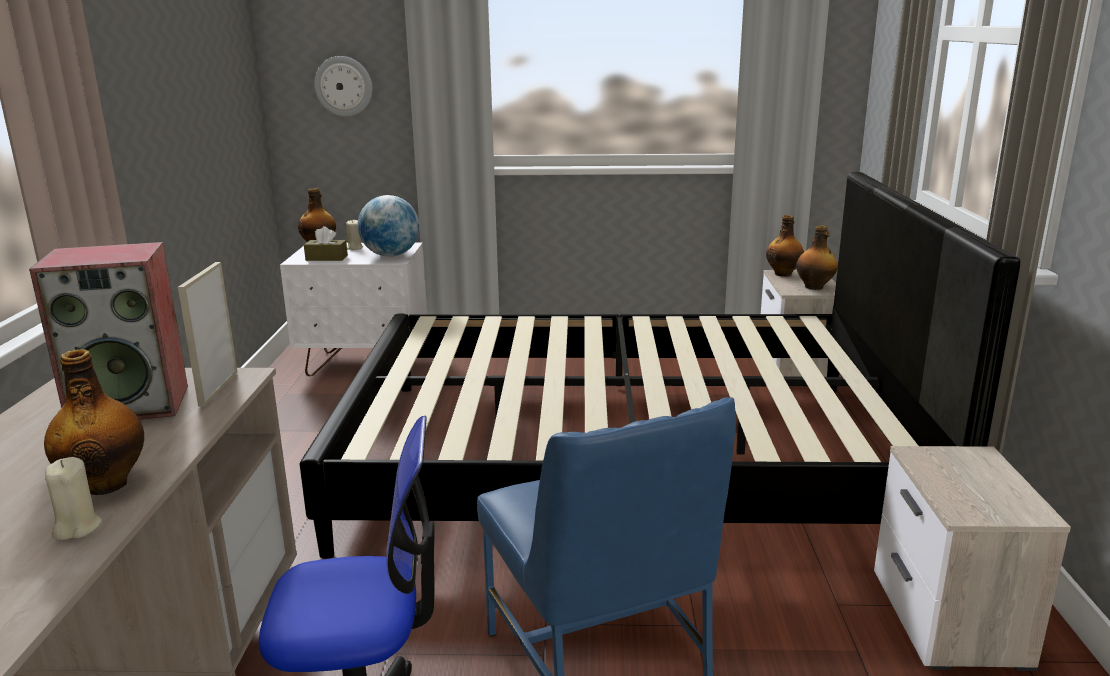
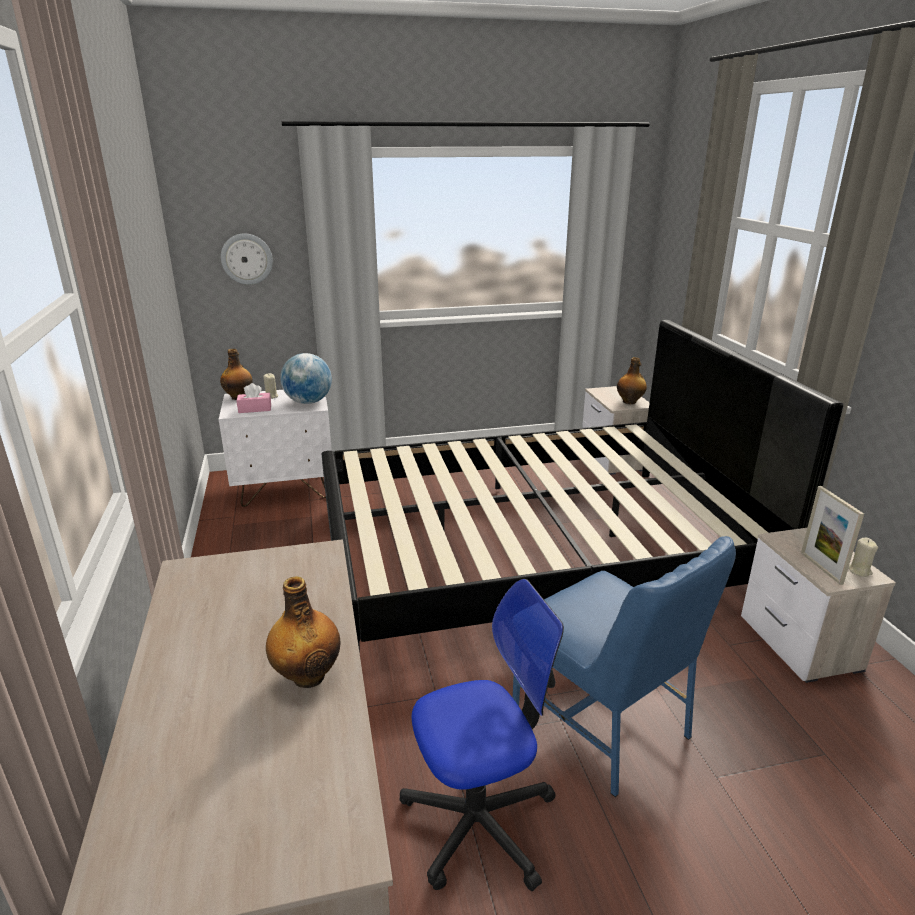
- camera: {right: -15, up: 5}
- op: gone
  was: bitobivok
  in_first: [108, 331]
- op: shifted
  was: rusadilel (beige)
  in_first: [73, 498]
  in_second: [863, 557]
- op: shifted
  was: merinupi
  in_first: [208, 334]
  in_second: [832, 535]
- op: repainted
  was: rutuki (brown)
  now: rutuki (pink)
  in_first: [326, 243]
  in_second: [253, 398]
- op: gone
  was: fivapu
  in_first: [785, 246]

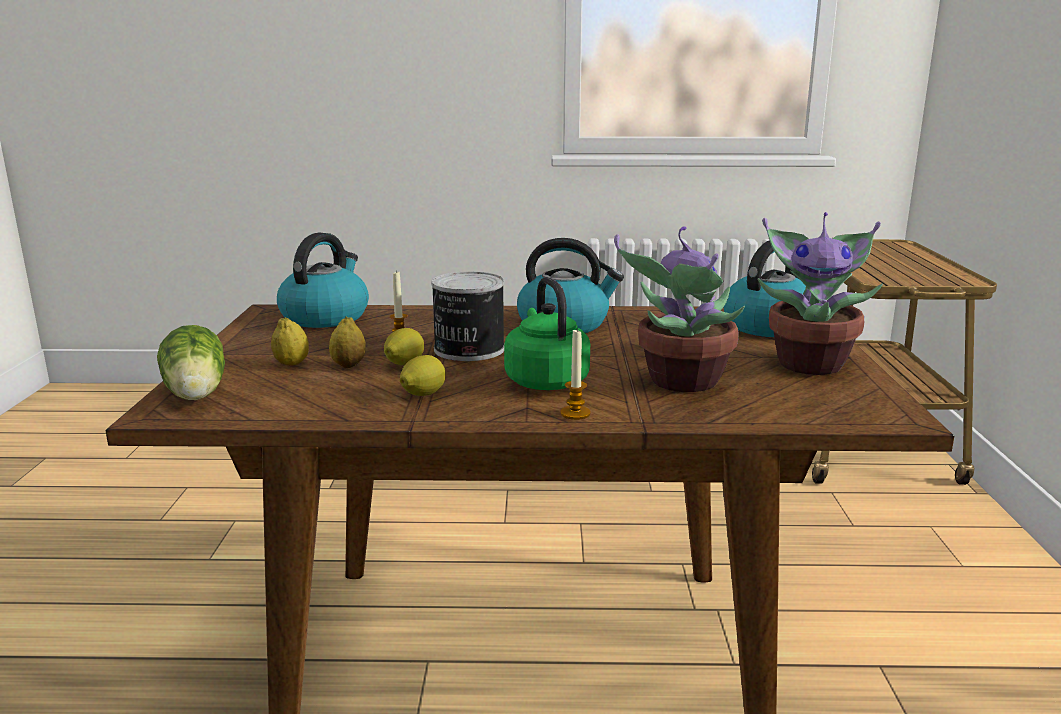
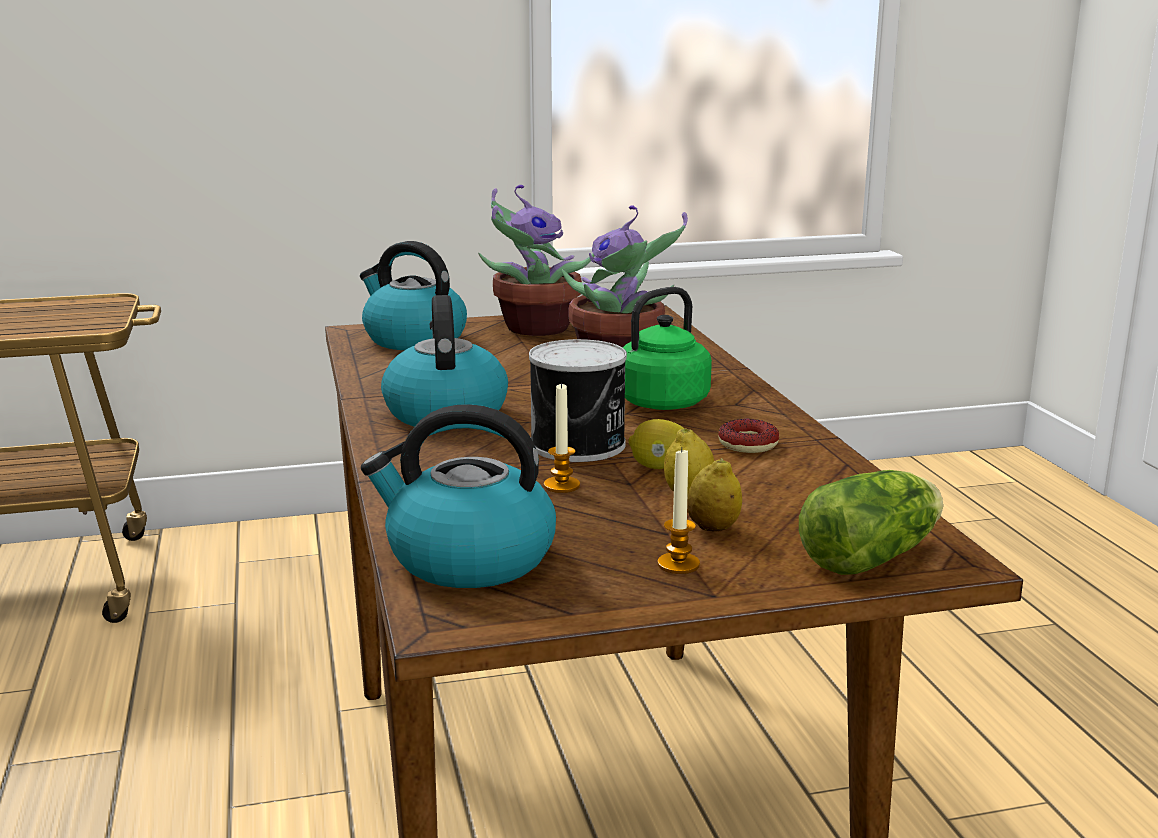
- camera: {right: -105, up: 0}
- op: swapped
  was: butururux
  now: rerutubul
  in_first: [422, 375]
  in_second: [748, 436]
- op: shifted
  was: rusadilel
  in_first: [575, 375]
  in_second: [679, 511]

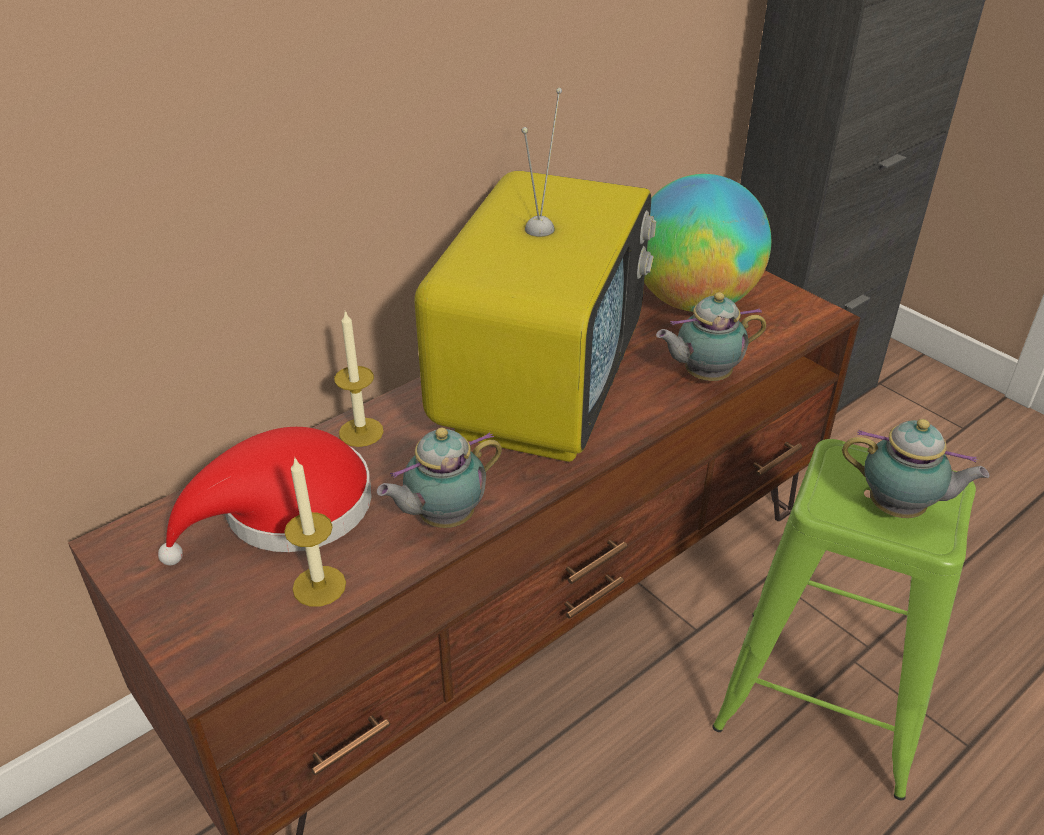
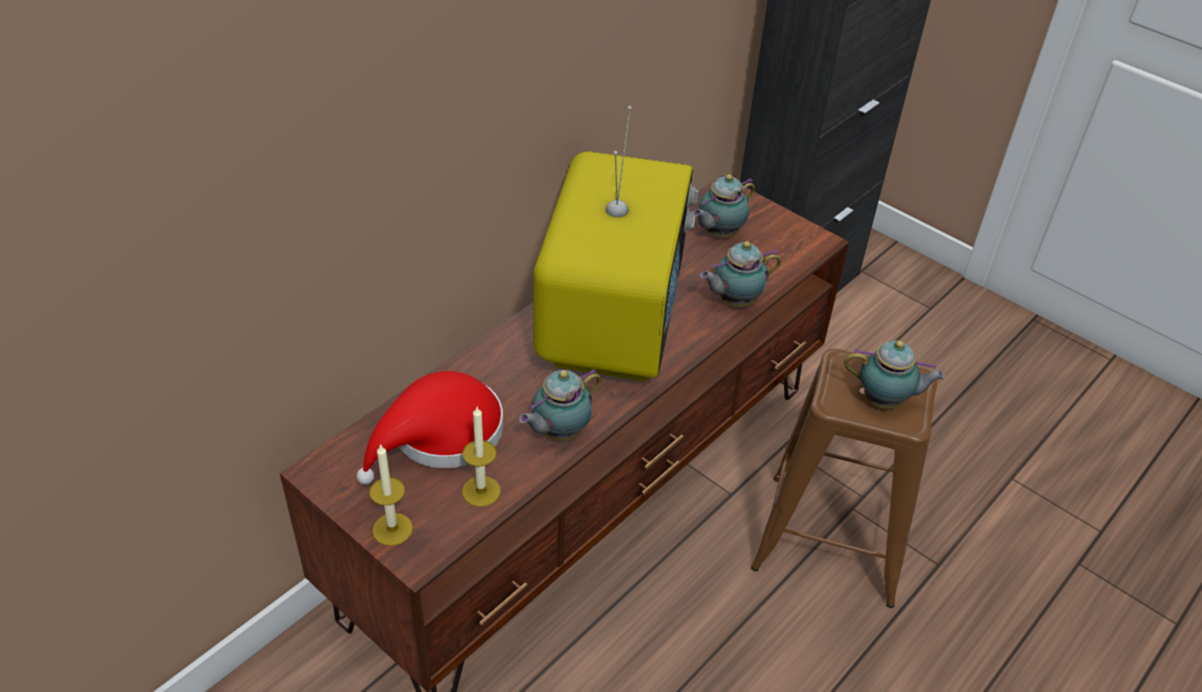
- camera: {right: -10, up: 5}
- op: shifted
  was: rusadilel
  in_first: [359, 379]
  in_second: [391, 495]
- op: swapped
  was: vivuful
  now: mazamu
  in_first: [707, 243]
  in_second: [724, 205]
- op: repainted
  was: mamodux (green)
  now: mamodux (brown)
  in_first: [844, 619]
  in_second: [844, 478]

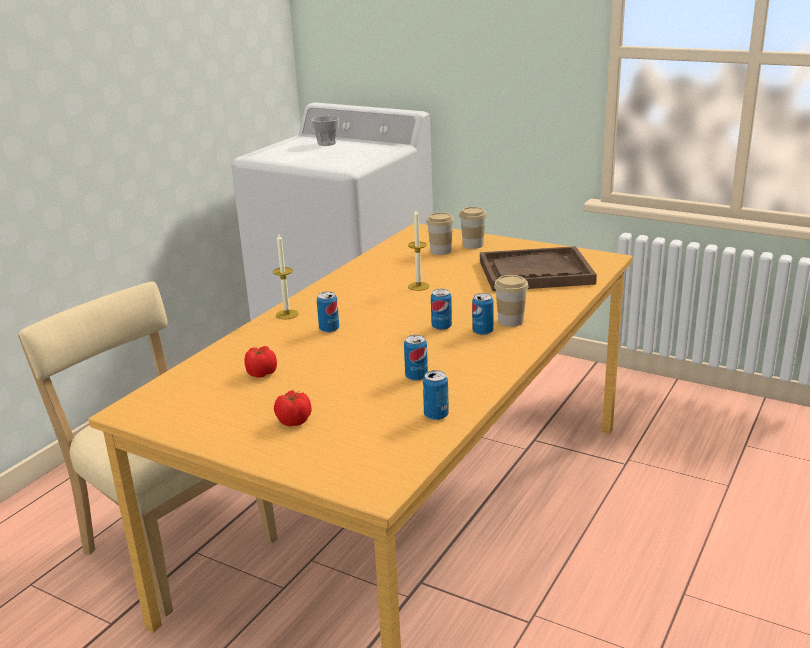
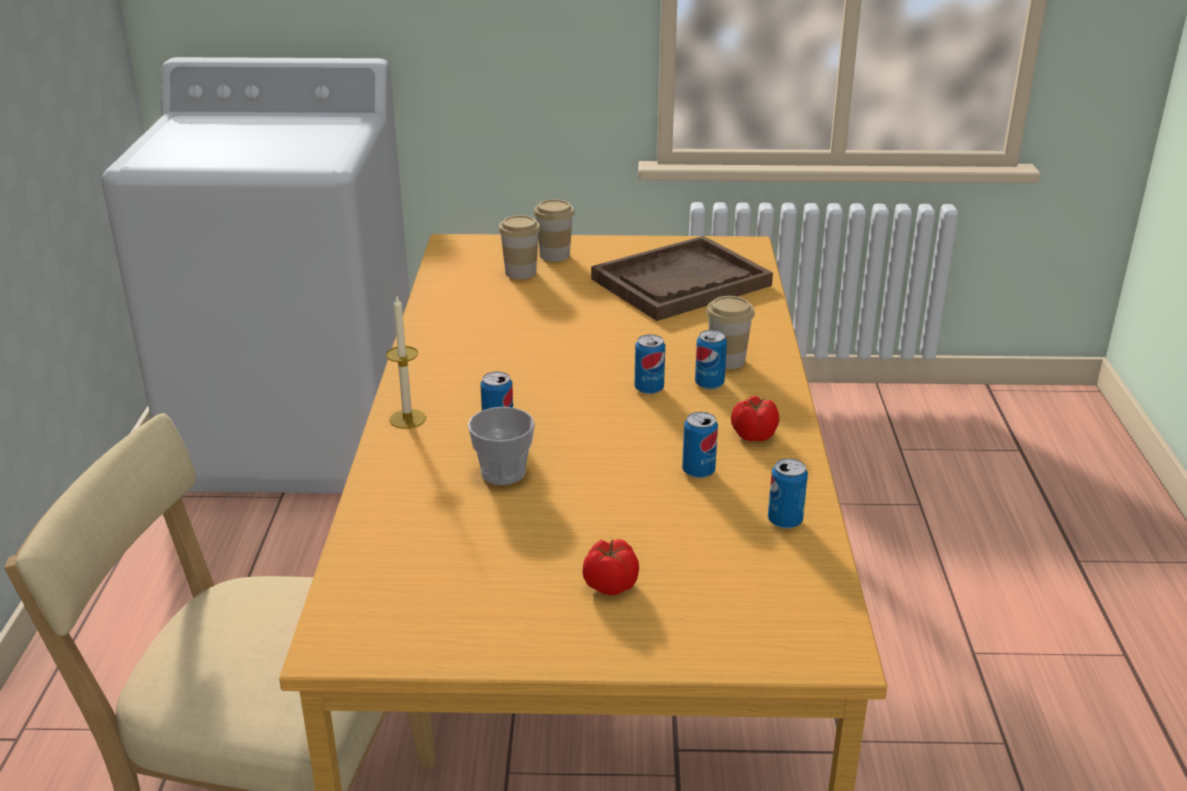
- camera: {right: -30, up: 5}
- op: shifted
  was: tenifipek
  in_first: [261, 362]
  in_second: [755, 418]
- op: shifted
  was: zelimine
  in_first: [325, 131]
  in_second: [501, 446]
- op: gone
  was: rusadilel
  in_first: [419, 250]

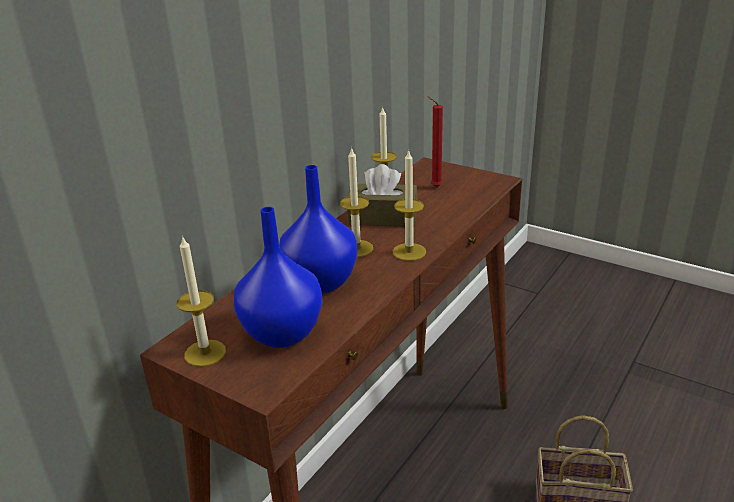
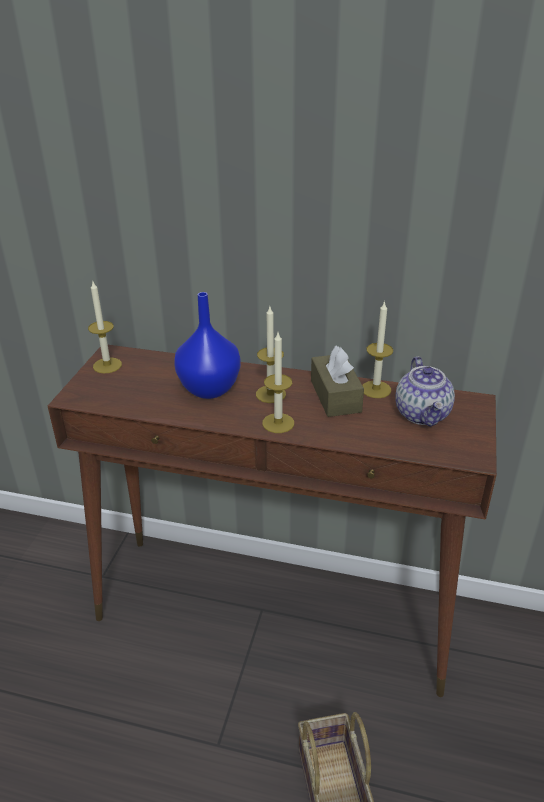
- camera: {right: 70, up: 5}
- op: gone
  was: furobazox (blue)
  in_first: [278, 277]
- op: swapped
  was: rusadilel (red)
  now: mazamu
  in_first: [435, 141]
  in_second: [425, 392]

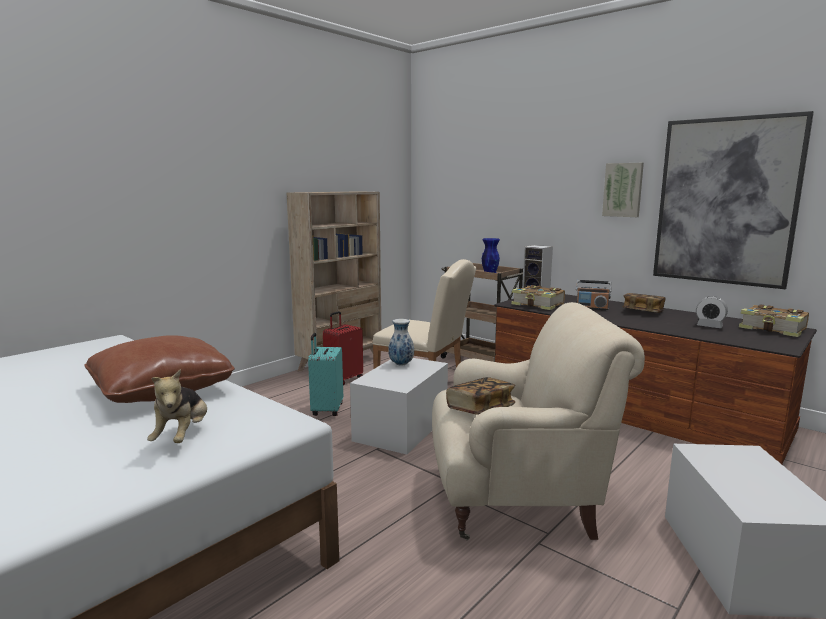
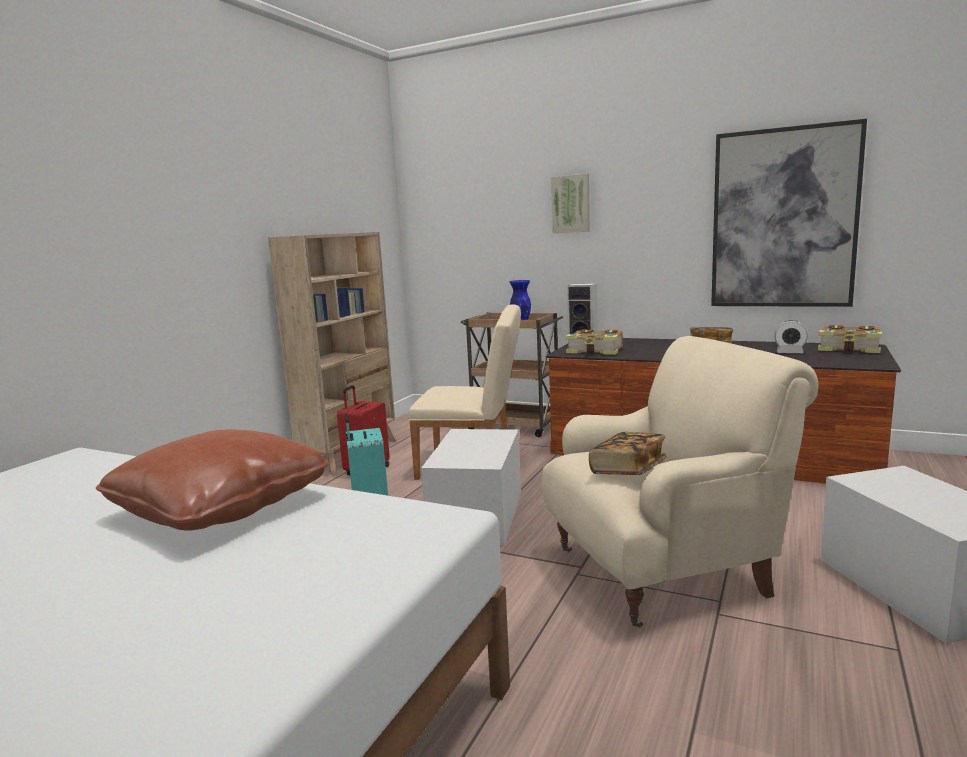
- camera: {right: -15, up: 0}
- op: gone
  was: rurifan
  in_first: [177, 406]
- op: gone
  was: furobazox
  in_first: [401, 342]
- op: gone
  was: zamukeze
  in_first: [594, 295]
- op: shifted
  was: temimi
  in_first: [623, 190]
  in_second: [570, 203]

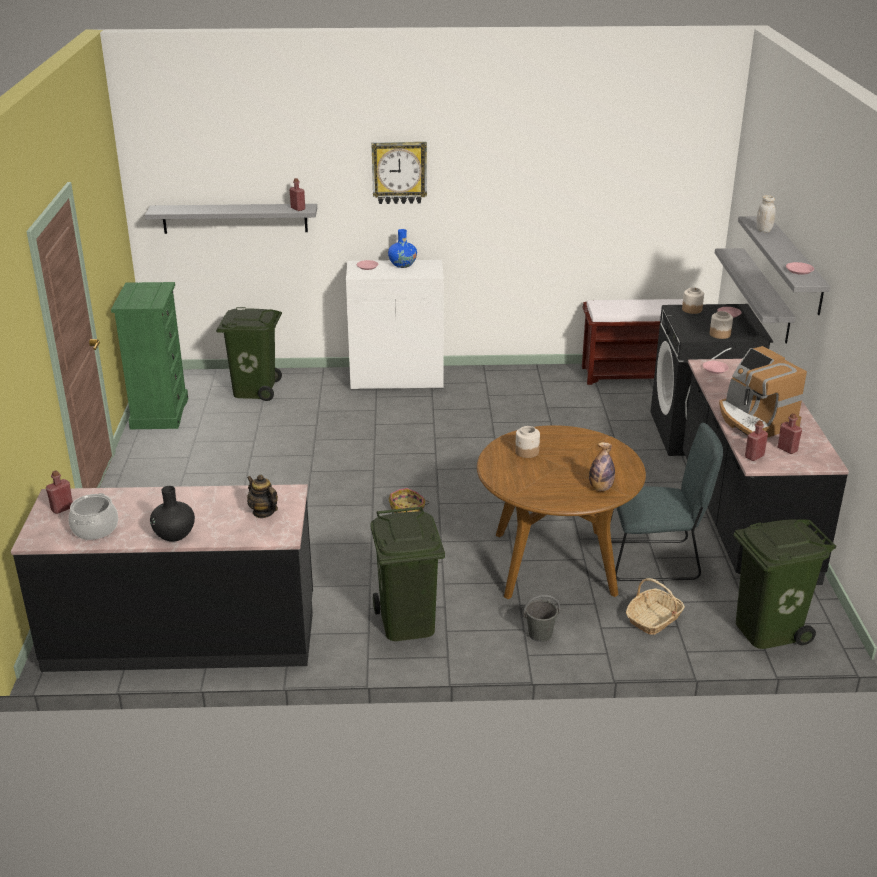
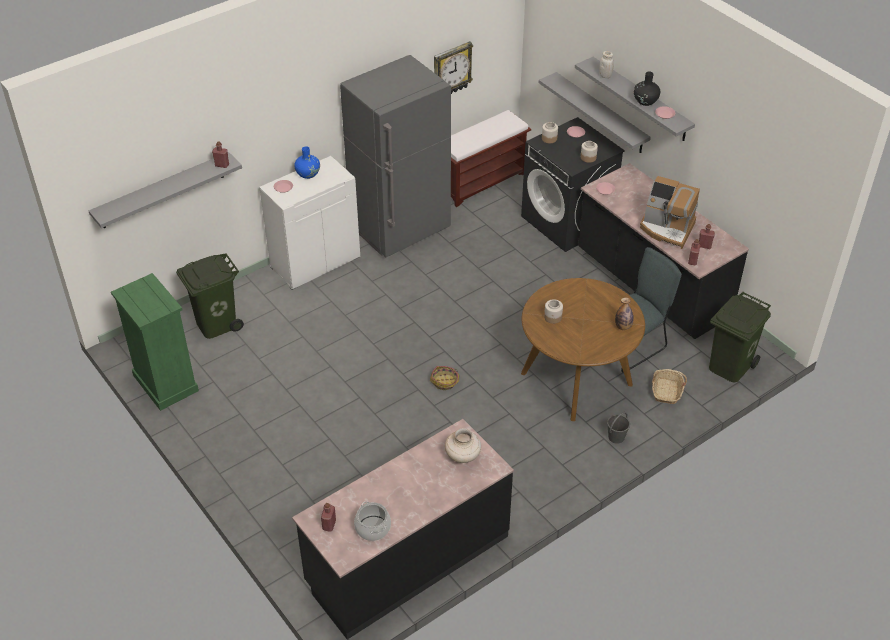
- camera: {right: -35, up: 15}
- op: shifted
  was: furobazox (black)
  in_first: [172, 514]
  in_second: [647, 89]
- op: swapped
  was: mazamu
  now: furobazox (beige)
  in_first: [262, 496]
  in_second: [463, 445]
- op: gone
  was: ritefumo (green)
  in_first: [407, 574]
- op: shifted
  was: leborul
  in_first: [399, 173]
  in_second: [453, 67]
- op: new
  now: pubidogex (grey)
  in_second: [395, 156]

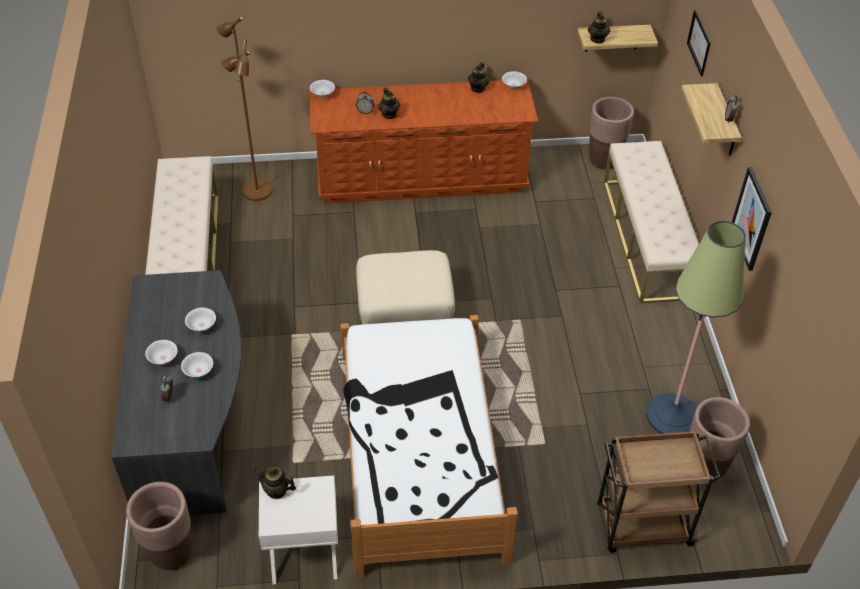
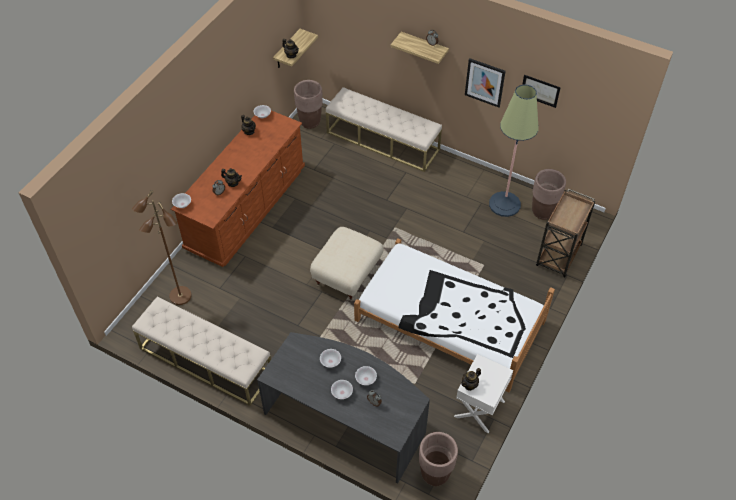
- camera: {right: -55, up: 5}
- op: shifted
  was: temimi
  in_first: [699, 43]
  in_second: [541, 91]

